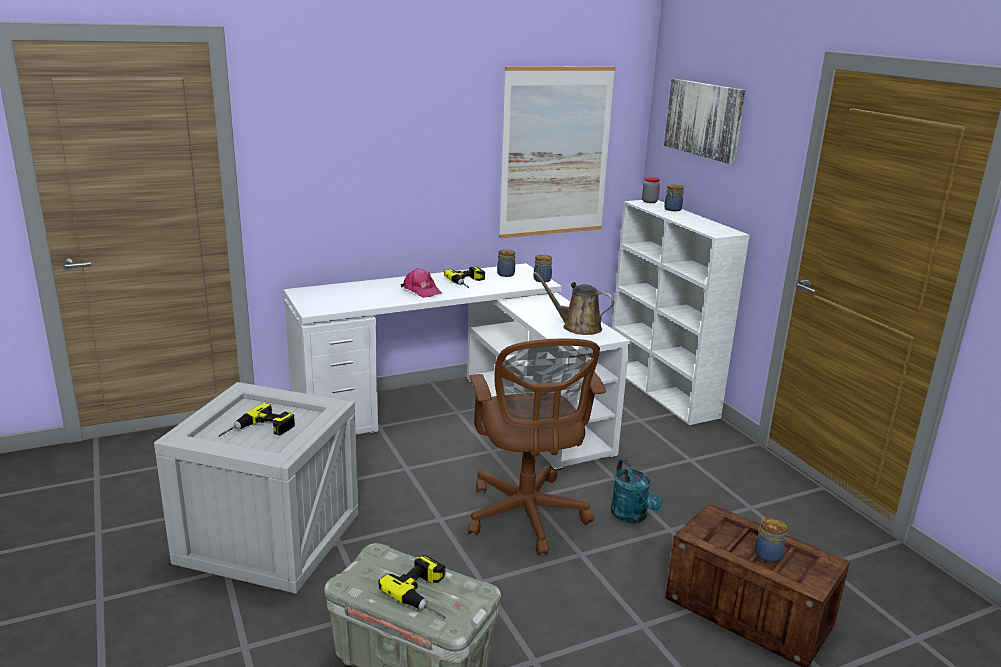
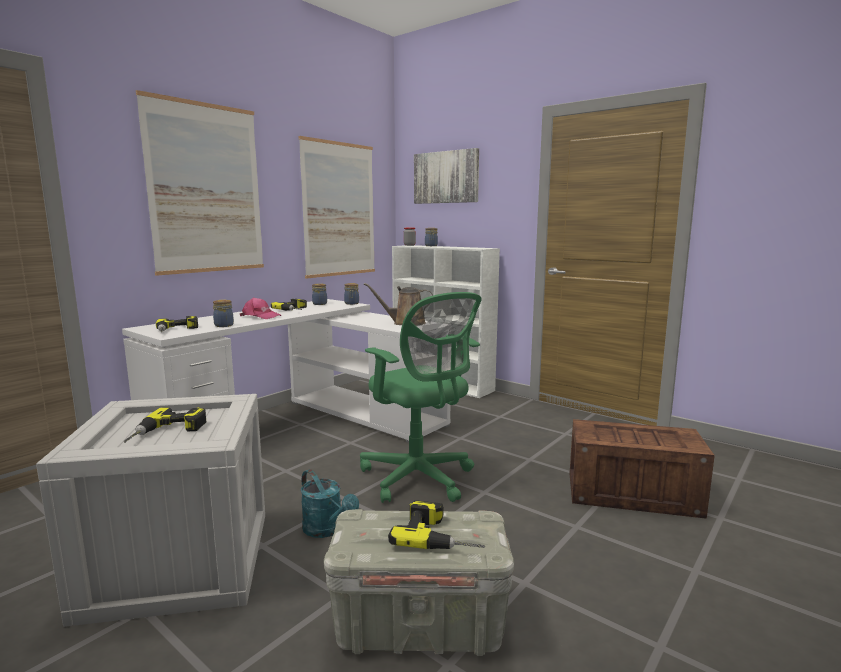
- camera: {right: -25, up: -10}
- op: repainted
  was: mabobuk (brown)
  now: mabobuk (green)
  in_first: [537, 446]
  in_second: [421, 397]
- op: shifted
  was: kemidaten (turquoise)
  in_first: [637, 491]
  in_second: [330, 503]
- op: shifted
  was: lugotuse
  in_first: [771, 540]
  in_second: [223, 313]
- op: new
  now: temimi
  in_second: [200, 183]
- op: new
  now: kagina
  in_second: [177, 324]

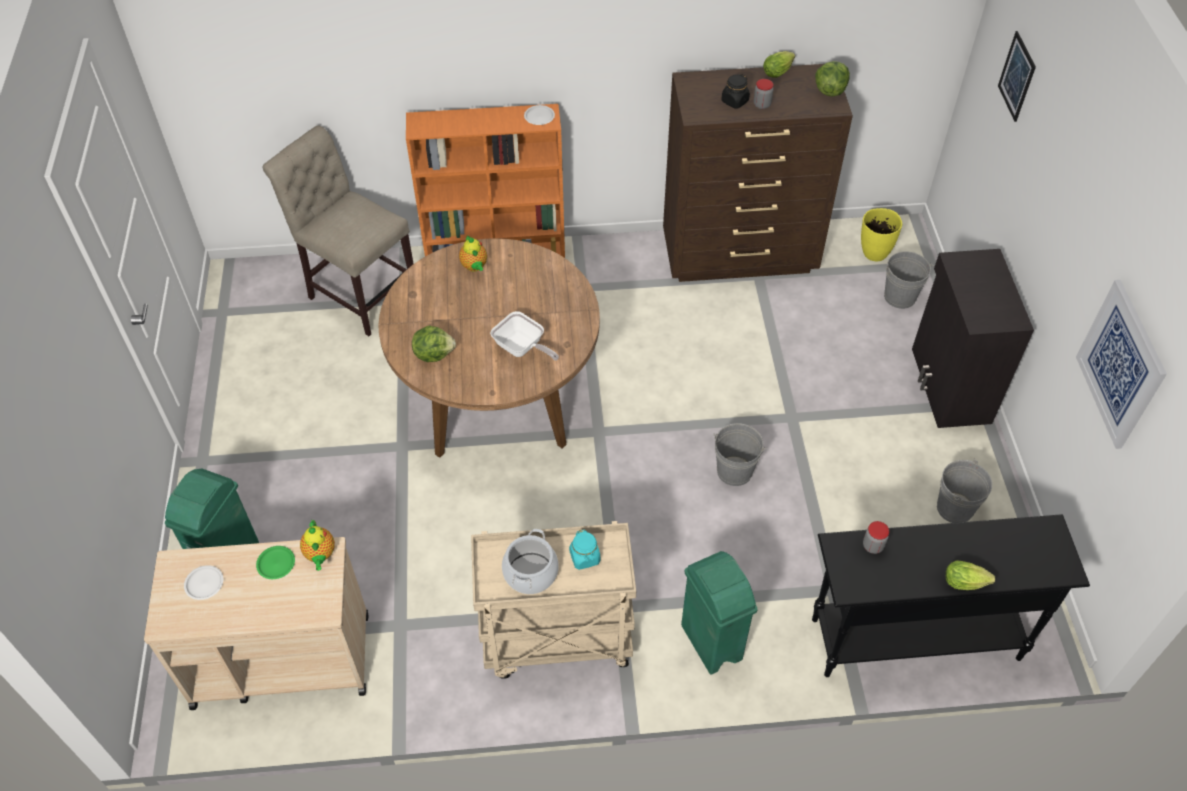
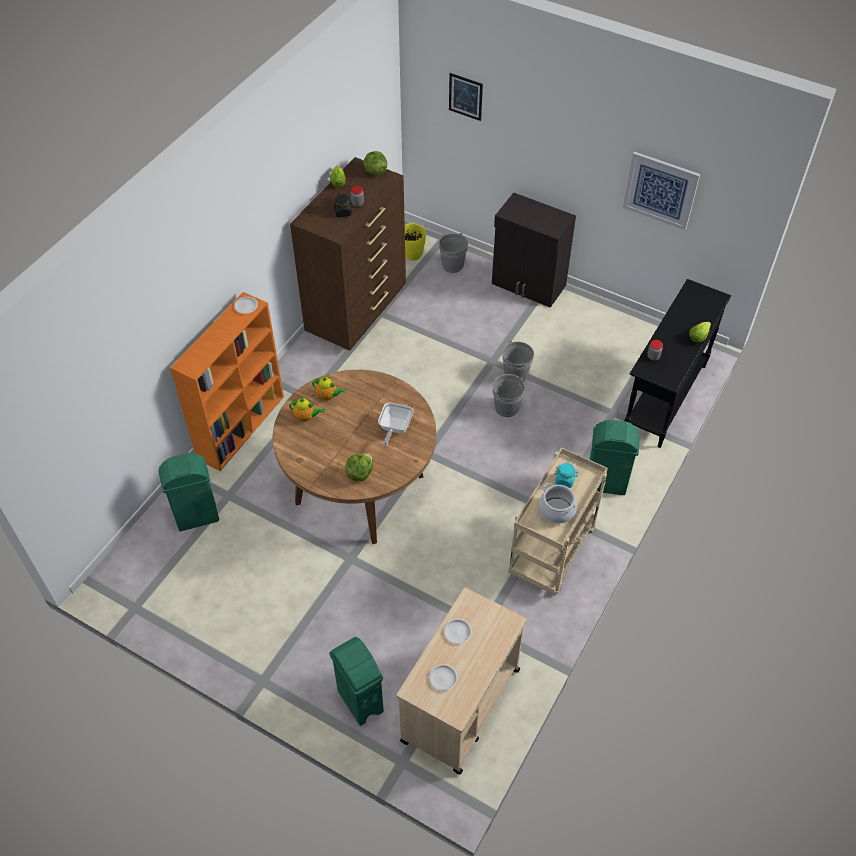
- camera: {right: -55, up: 0}
- op: repainted
  was: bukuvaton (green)
  now: bukuvaton (white)
  in_first: [275, 562]
  in_second: [458, 631]
- op: swapped
  was: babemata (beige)
  now: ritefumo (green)
  in_first: [338, 230]
  in_second: [188, 492]
- op: shifted
  was: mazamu
  in_first: [317, 545]
  in_second: [329, 389]
- op: rotated
  was: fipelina
  in_first: [524, 336]
  in_second: [396, 424]
  clockwise: 120
- op: shifted
  was: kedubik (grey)
  in_first: [964, 491]
  in_second: [518, 361]

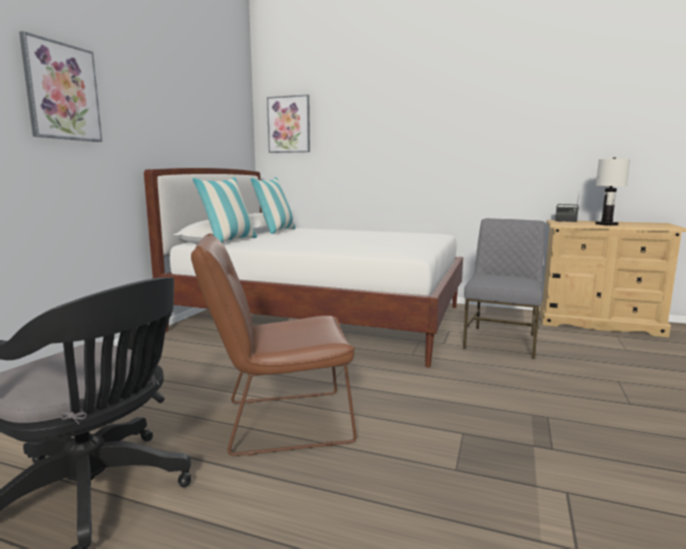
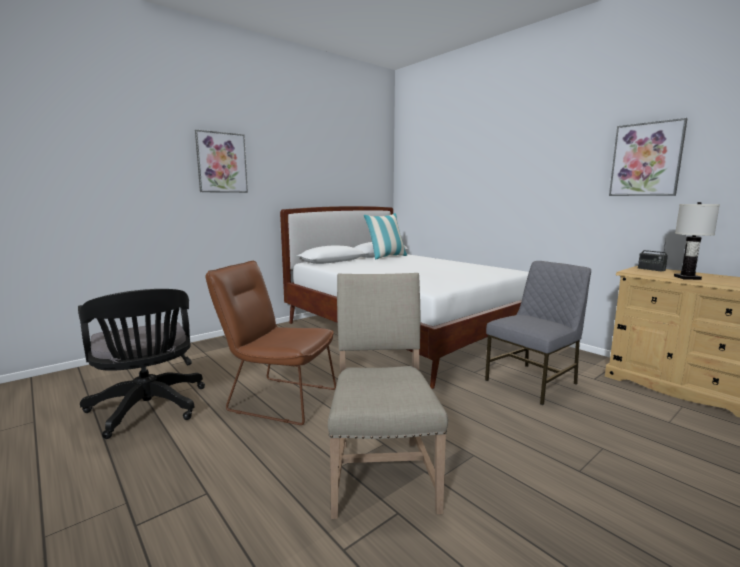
- camera: {right: 30, up: 0}
- op: gone
  was: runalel
  in_first: [224, 210]
- op: shifted
  was: temimi
  in_first: [288, 123]
  in_second: [648, 157]
- op: new
  now: babemata (beige)
  in_second: [388, 396]

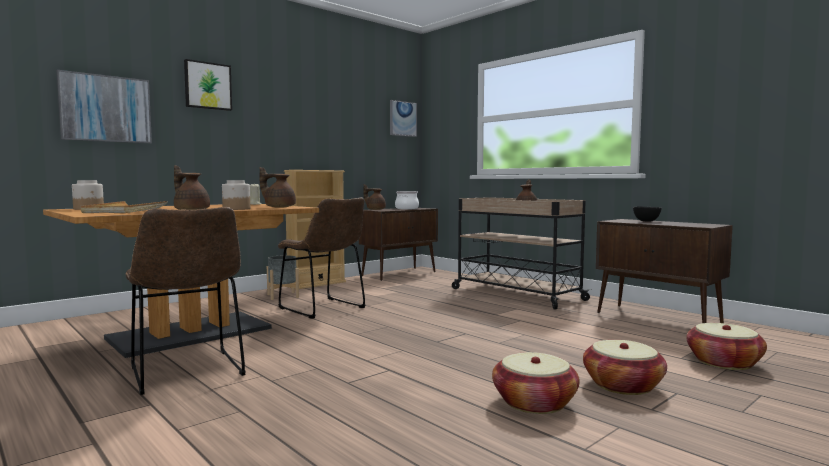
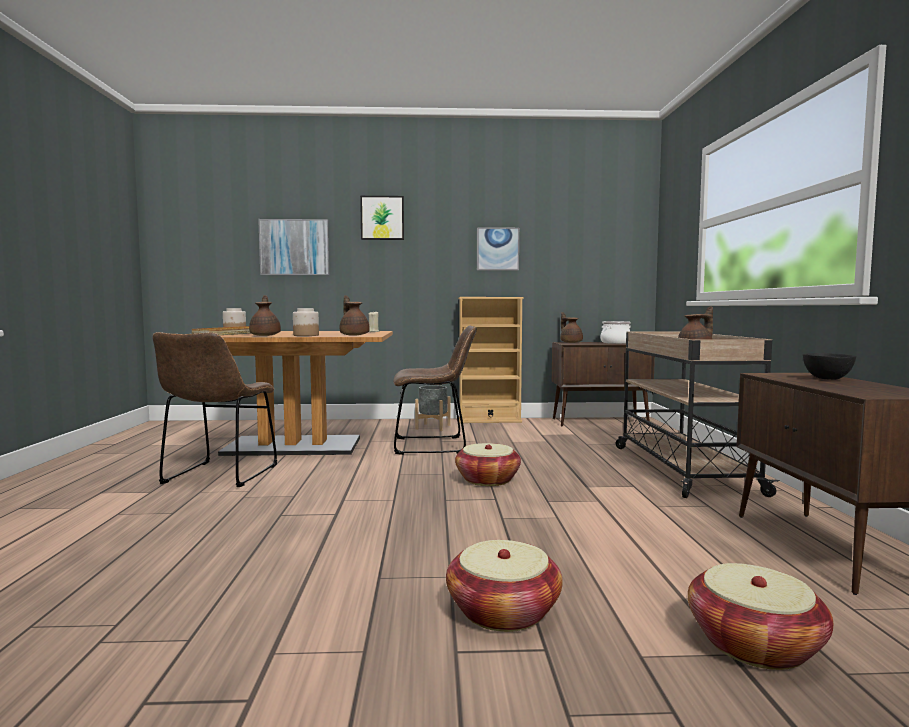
- camera: {right: 40, up: 0}
- op: rotated
  was: babemata (brown)
  in_first: [322, 258]
  in_second: [435, 390]
  clockwise: -90
- op: shifted
  was: temimi
  in_first: [403, 118]
  in_second: [498, 249]
- op: shifted
  was: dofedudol
  in_first: [536, 383]
  in_second: [488, 464]

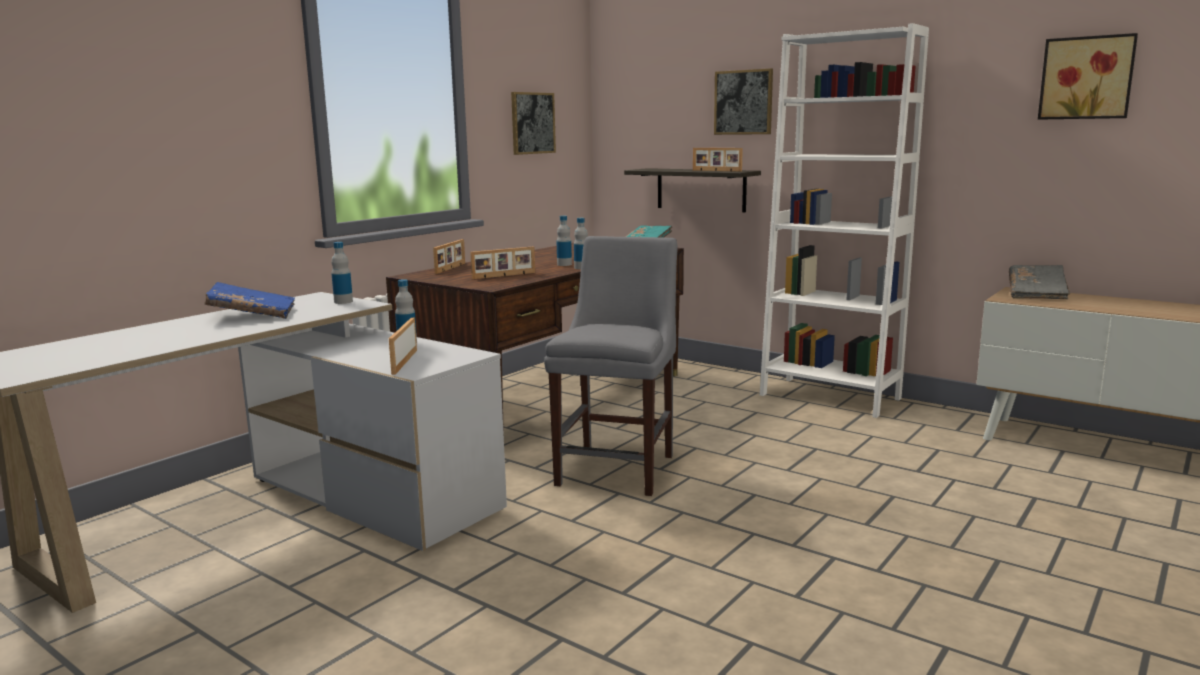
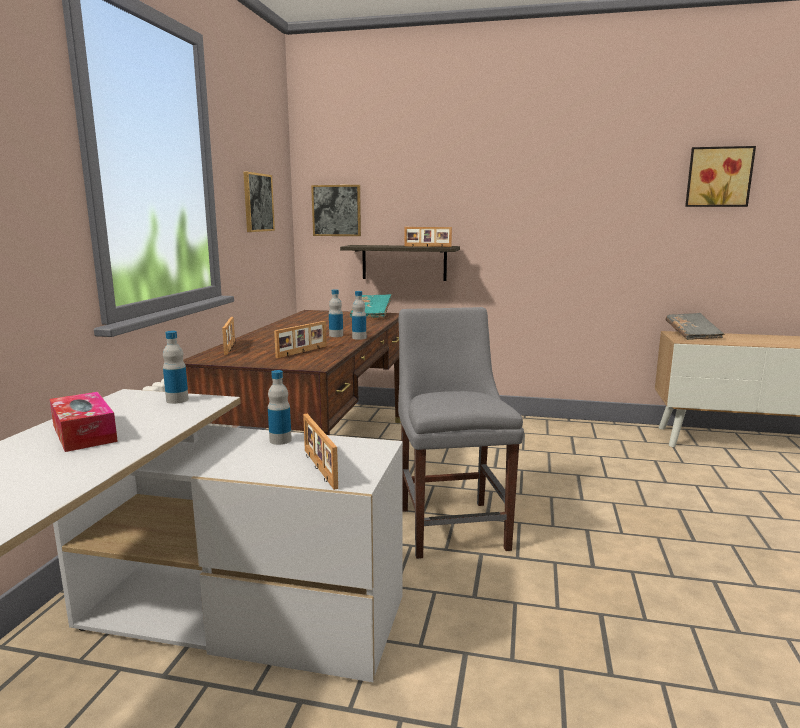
- camera: {right: -25, up: 0}
- op: swapped
  was: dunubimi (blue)
  now: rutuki
  in_first: [249, 300]
  in_second: [84, 422]
- op: shifted
  was: temimi
  in_first: [743, 101]
  in_second: [336, 210]
- op: gone
  was: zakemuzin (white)
  in_first: [844, 220]

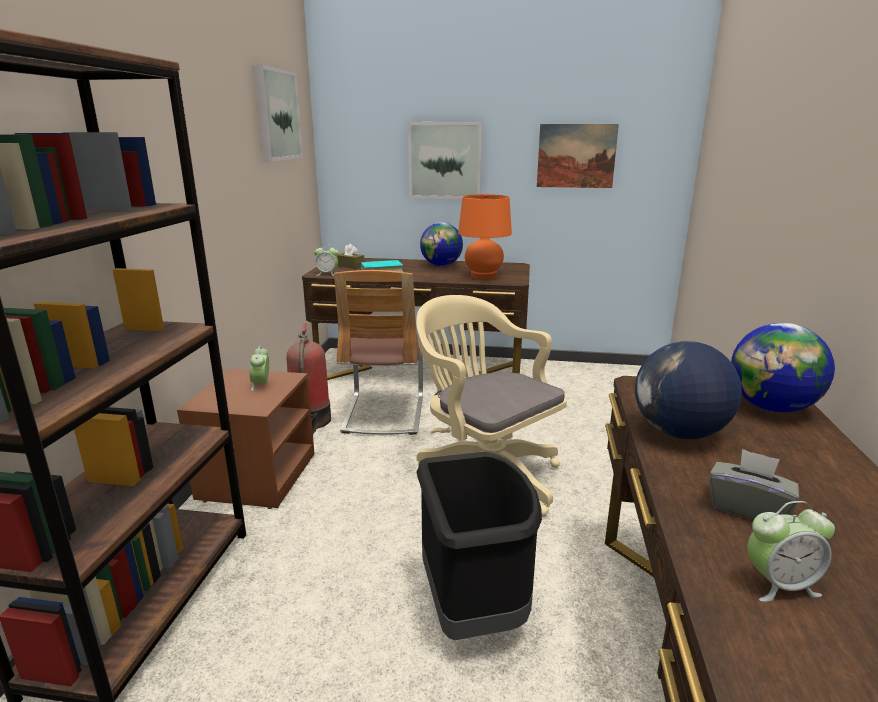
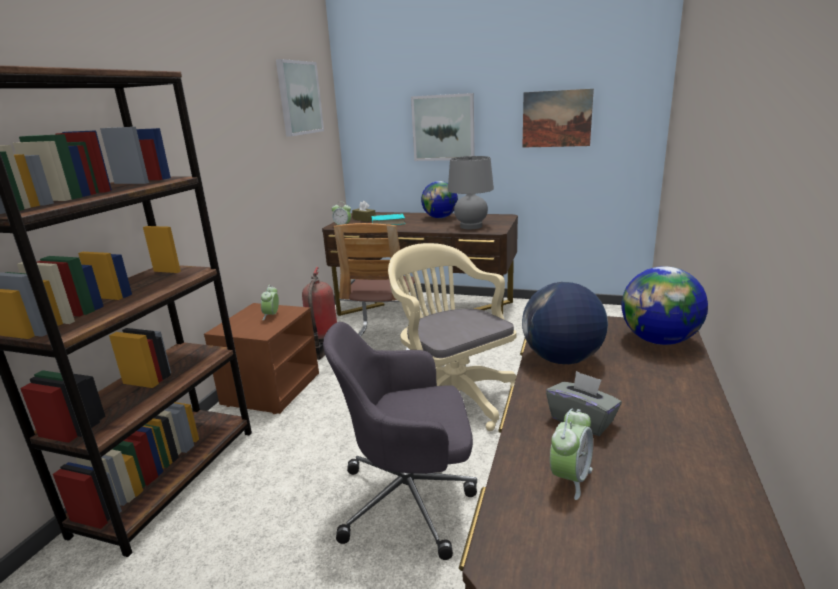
- camera: {right: 10, up: 0}
- op: swapped
  was: ritefumo (black)
  now: mabobuk (grey)
  in_first: [479, 546]
  in_second: [400, 441]
- op: repainted
  was: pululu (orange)
  now: pululu (grey)
  in_first: [485, 236]
  in_second: [471, 192]
- op: rotated
  was: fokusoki
  in_first: [791, 551]
  in_second: [571, 454]
  clockwise: -60

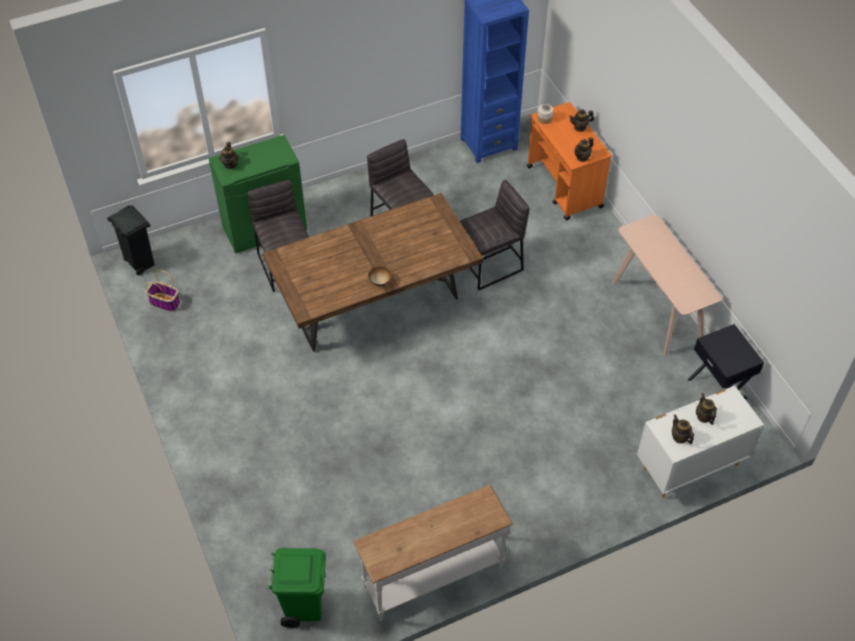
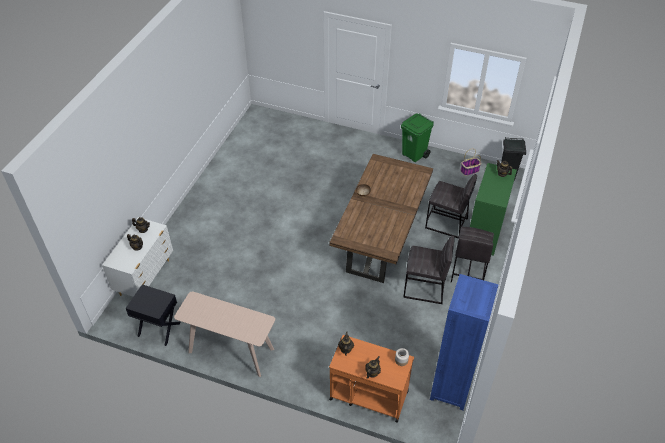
- camera: {right: 135, up: -5}
- op: shifted
  was: ritefumo (green)
  in_first: [297, 588]
  in_second: [417, 137]
- op: gone
  was: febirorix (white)
  in_first: [433, 552]
- op: shifted
  was: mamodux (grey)
  in_first: [495, 235]
  in_second: [472, 254]

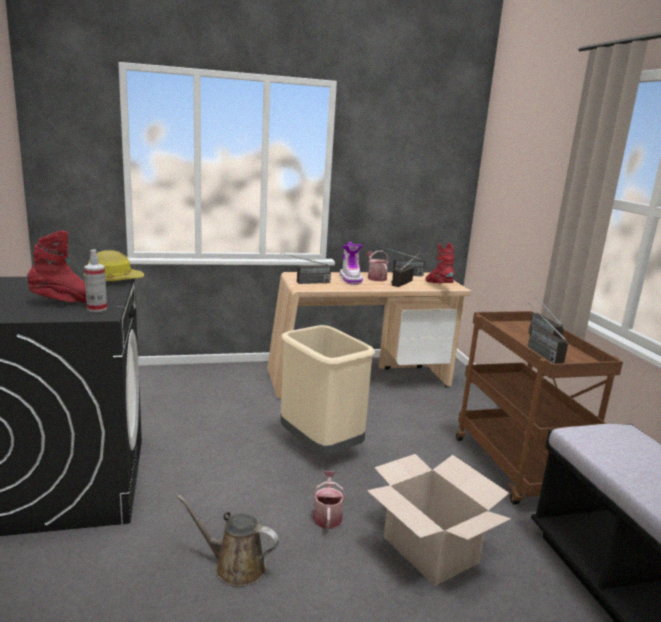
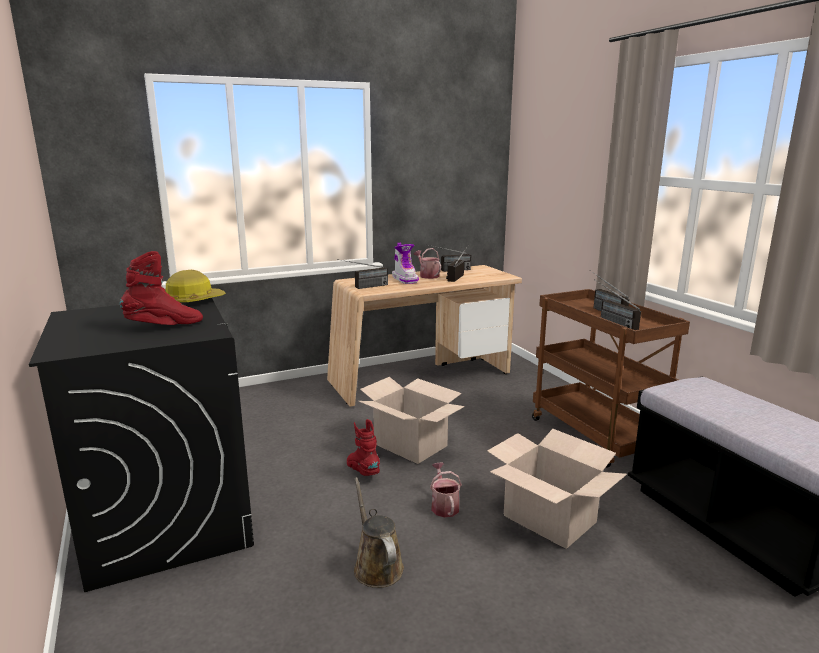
- camera: {right: -10, up: 0}
- op: gone
  was: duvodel
  in_first: [95, 280]
- op: rotated
  was: kemidaten (brown)
  in_first: [228, 541]
  in_second: [379, 532]
  clockwise: 60
- op: swapped
  was: ritefumo (beige)
  now: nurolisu
  in_first: [327, 390]
  in_second: [411, 420]
- op: shifted
  was: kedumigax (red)
  in_first: [440, 263]
  in_second: [363, 447]

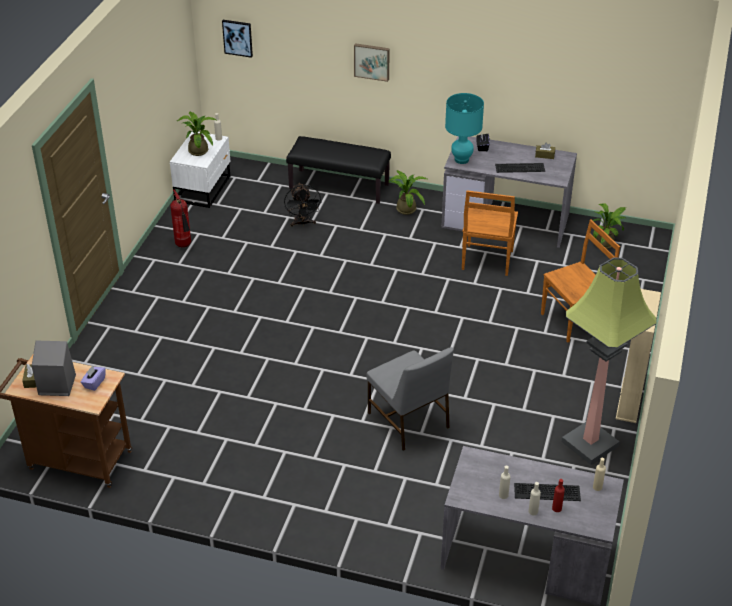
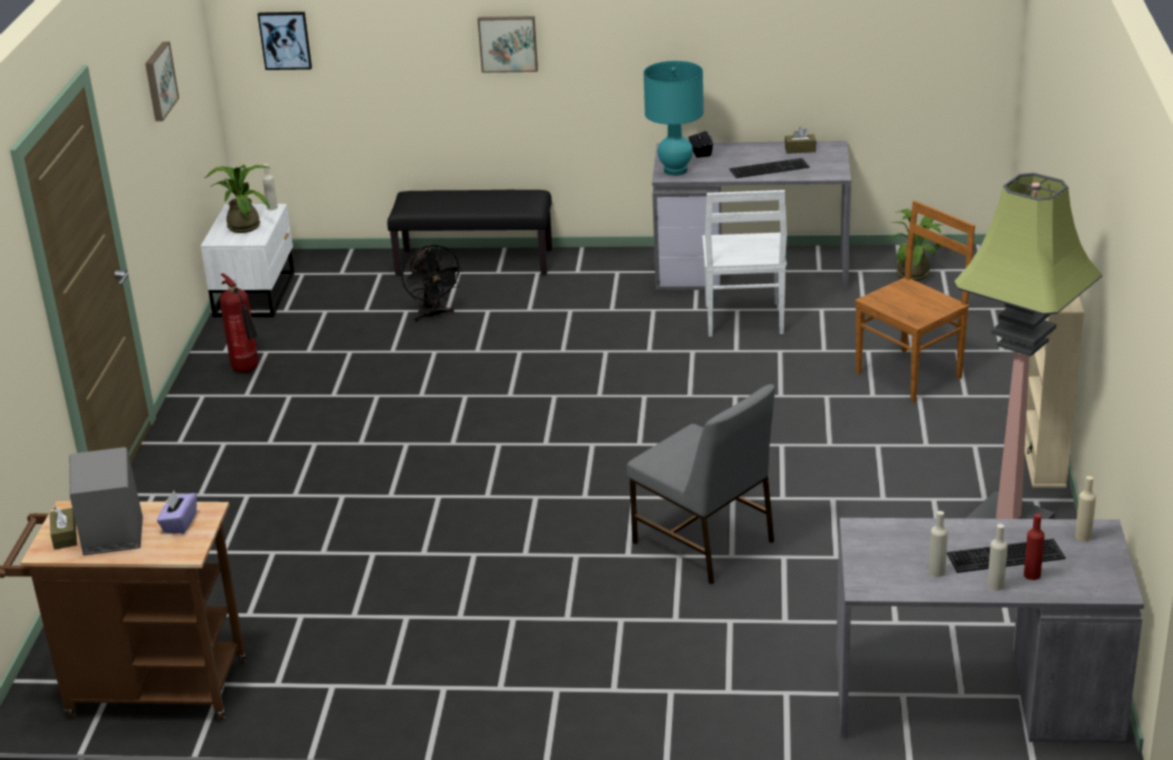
- camera: {right: -10, up: -10}
- op: gone
  was: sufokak
  in_first: [409, 192]
- op: repainted
  was: babemata (brown)
  now: babemata (white)
  in_first: [490, 233]
  in_second: [744, 263]
- op: new
  now: temimi
  in_second: [162, 81]

